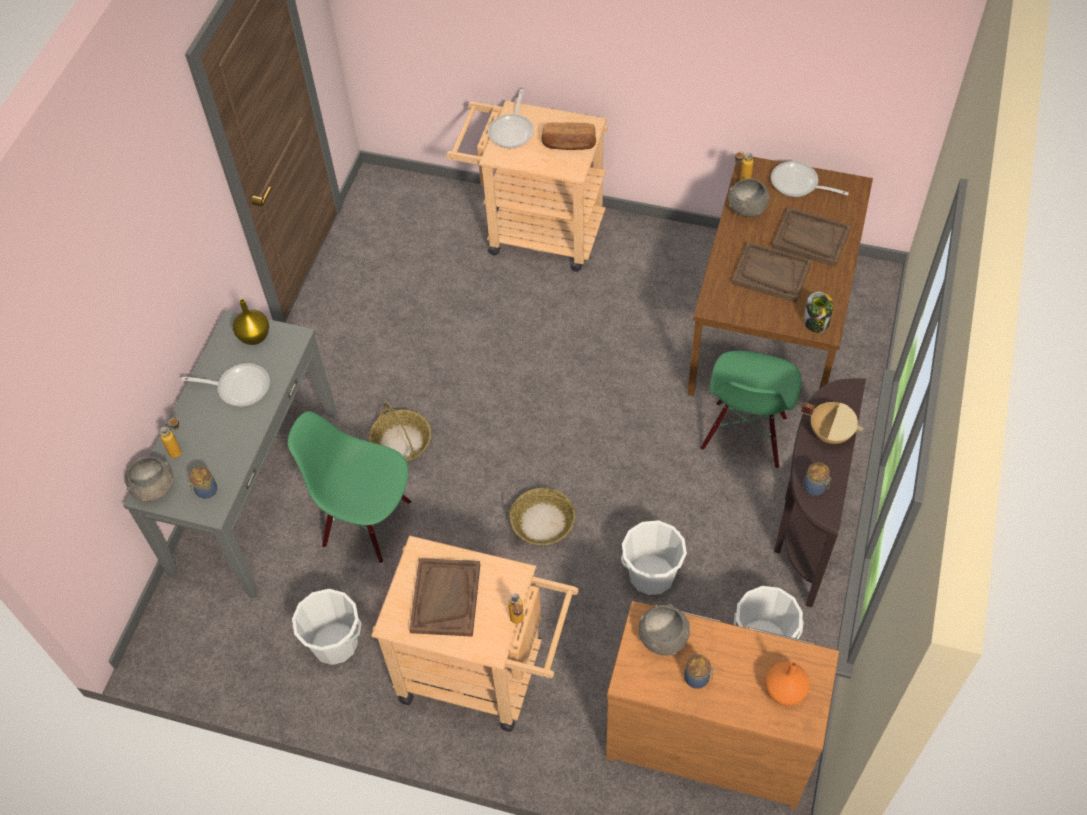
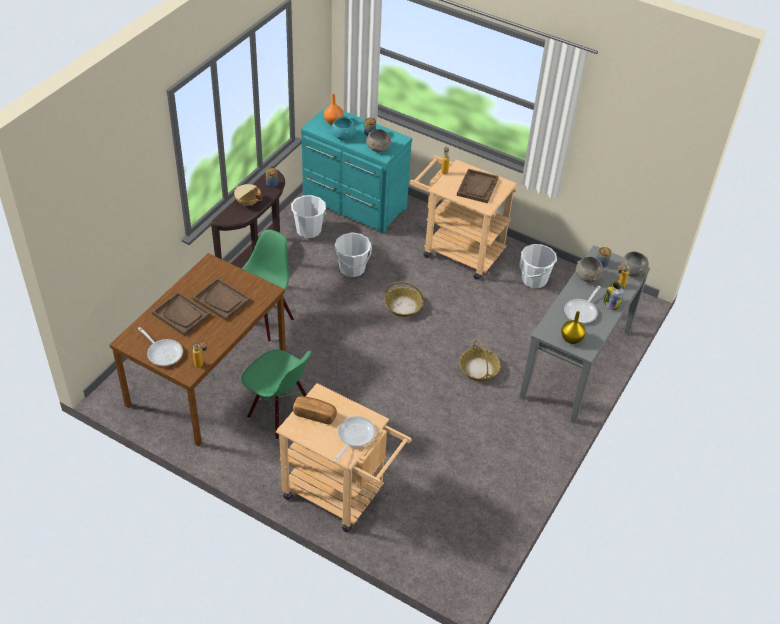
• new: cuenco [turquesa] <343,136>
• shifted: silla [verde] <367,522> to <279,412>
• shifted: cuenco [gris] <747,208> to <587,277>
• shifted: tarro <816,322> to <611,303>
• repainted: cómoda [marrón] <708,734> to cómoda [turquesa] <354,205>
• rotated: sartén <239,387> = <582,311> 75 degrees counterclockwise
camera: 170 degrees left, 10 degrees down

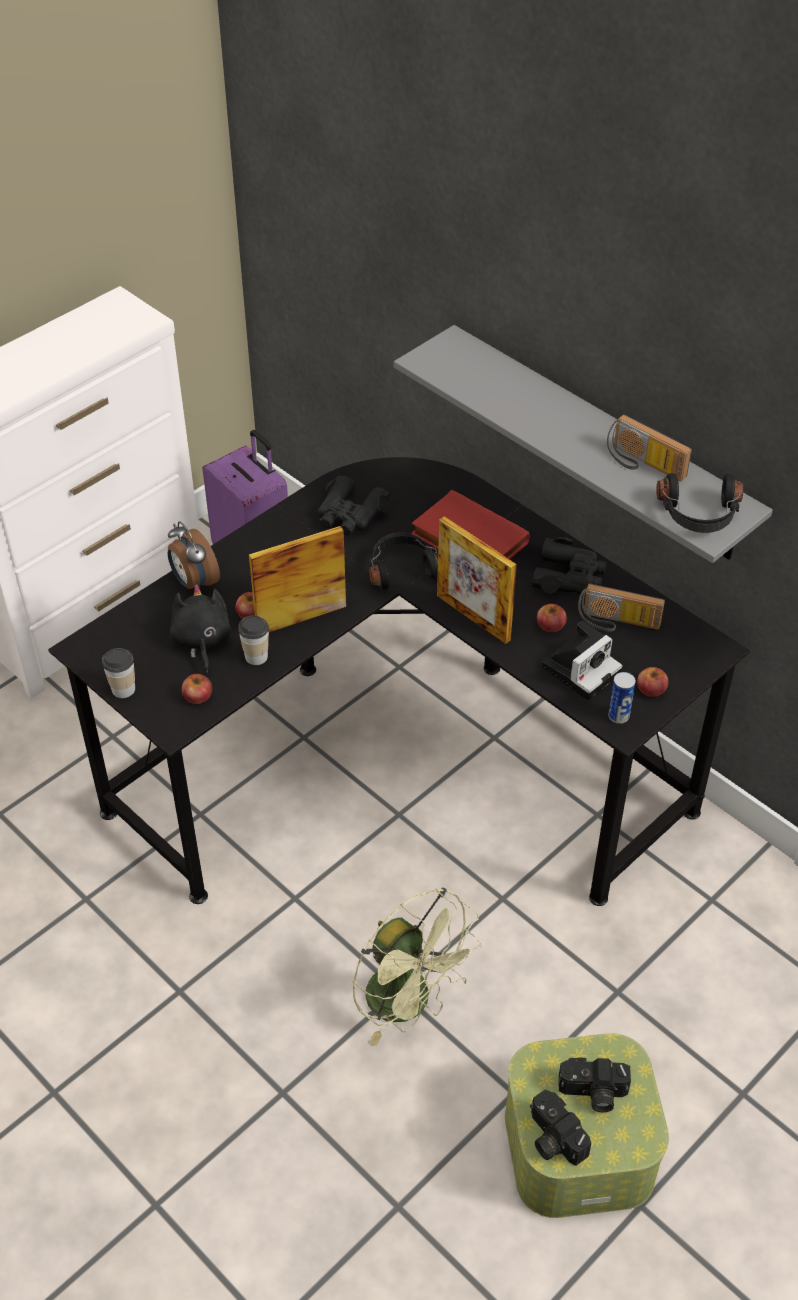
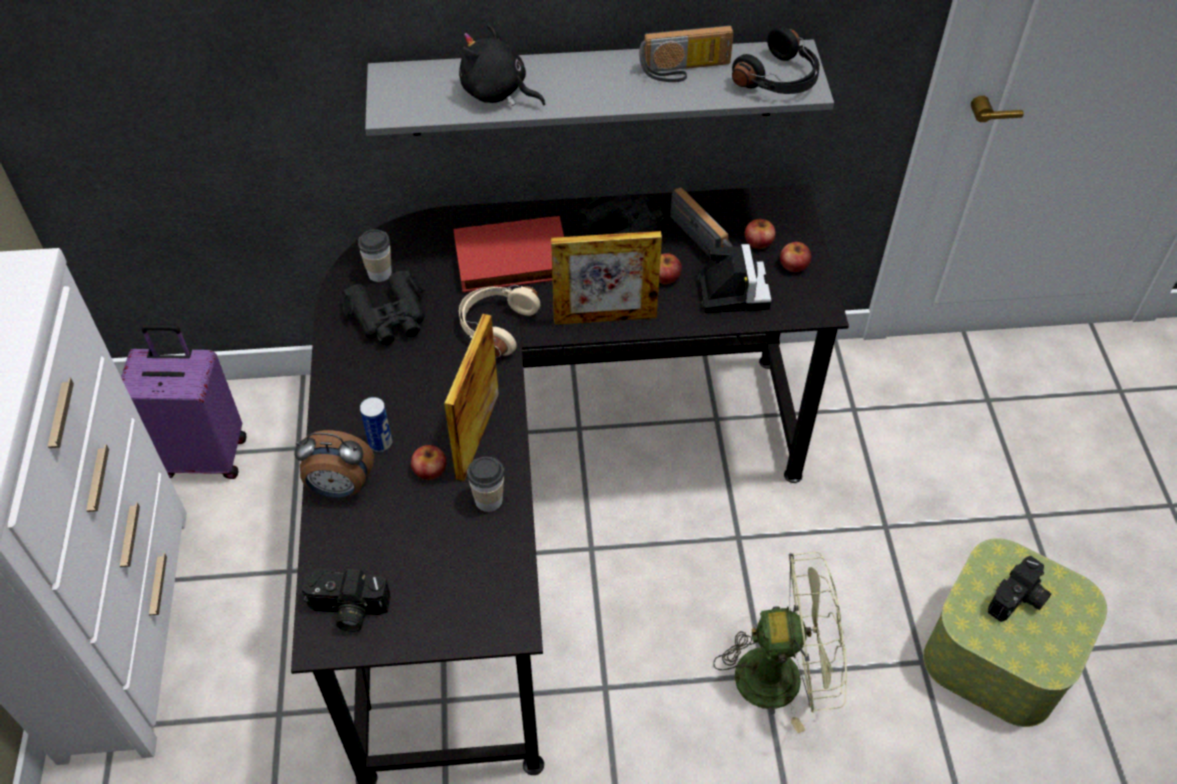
• shifted: taza <123,689> to <379,273>
• shifted: peluche [negro] <202,641> to <497,92>
• shifted: manzana <198,696> to <758,241>
• shifted: cámara <552,1138> to <347,610>
• shifted: lata <618,716> to <380,443>
• repainted: auriculares [negro] <401,568> to auriculares [beis] <495,326>
• rotated: radio <617,623> = <705,236> 90 degrees counterclockwise
camera: 50 degrees left, 5 degrees up

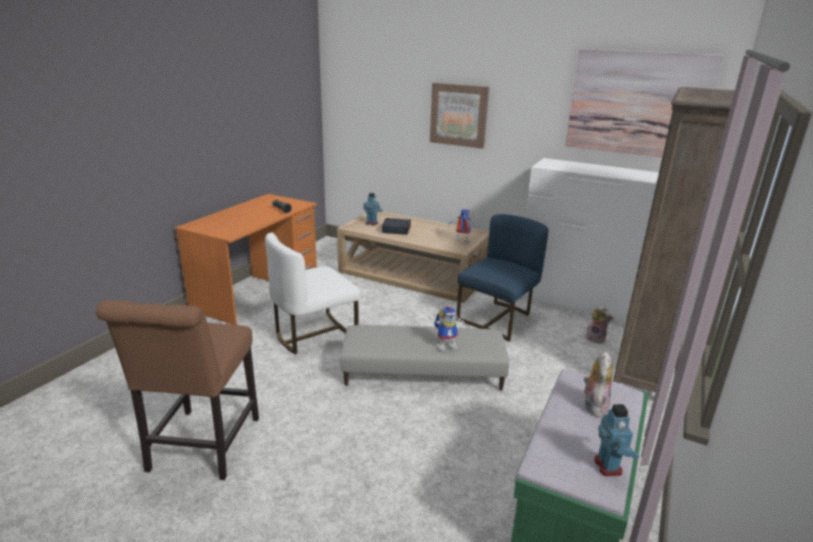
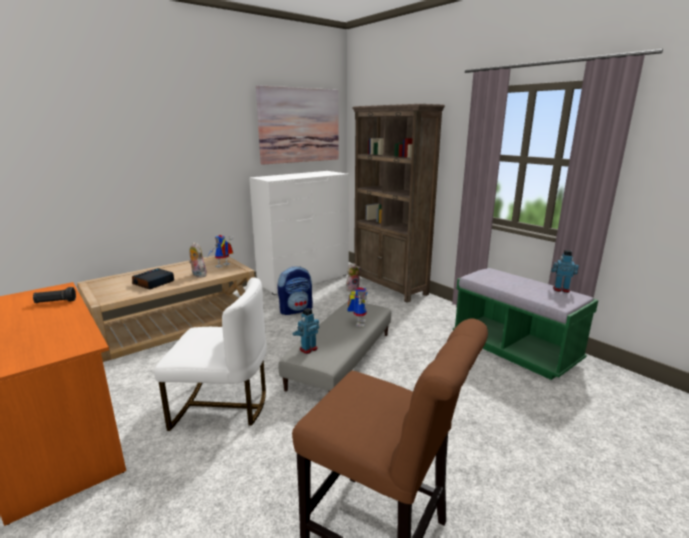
• gone: cuadro <459,115>
• shifted: robot de juguete <372,223> to <308,349>
• shifted: peluche <593,405> to <198,275>
• swapped: silla [azul] <497,319> to mochila <296,310>
• rotated: silla [blanco] <314,334> = <222,406> 75 degrees counterclockwise
camera: 65 degrees left, 5 degrees down

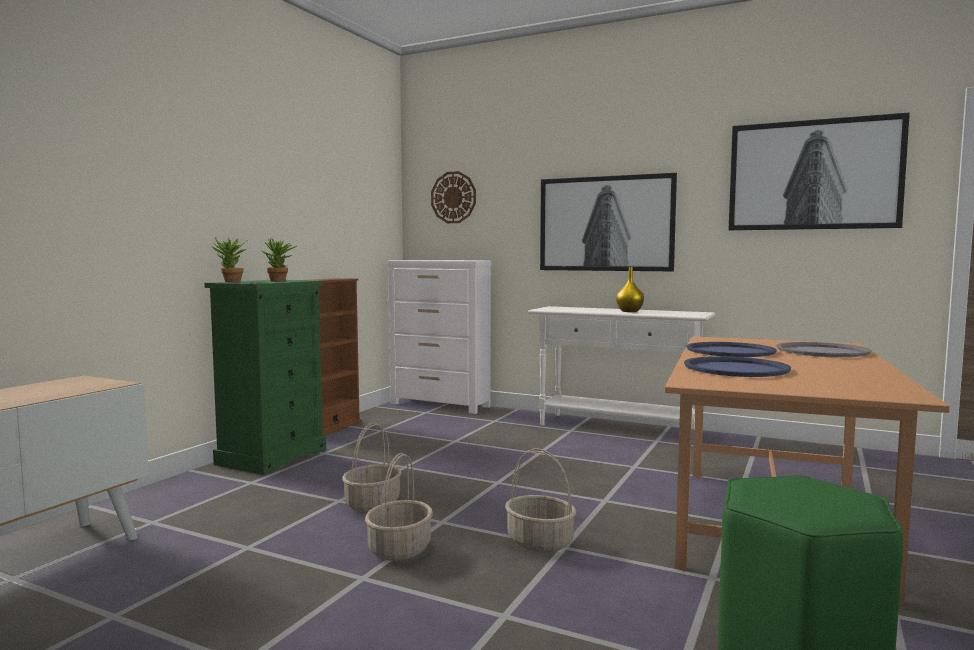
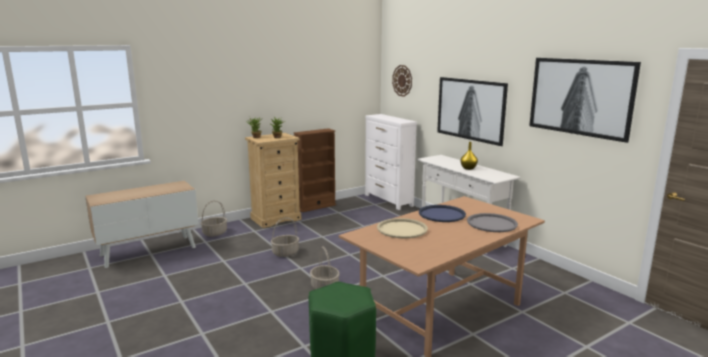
• shifted: cesta <399,549> to <215,233>
• repainted: cómoda [verde] <272,457> to cómoda [beis] <276,219>
• repainted: bandeja [azul] <736,368> to bandeja [beis] <402,229>
camera: 30 degrees right, 10 degrees up

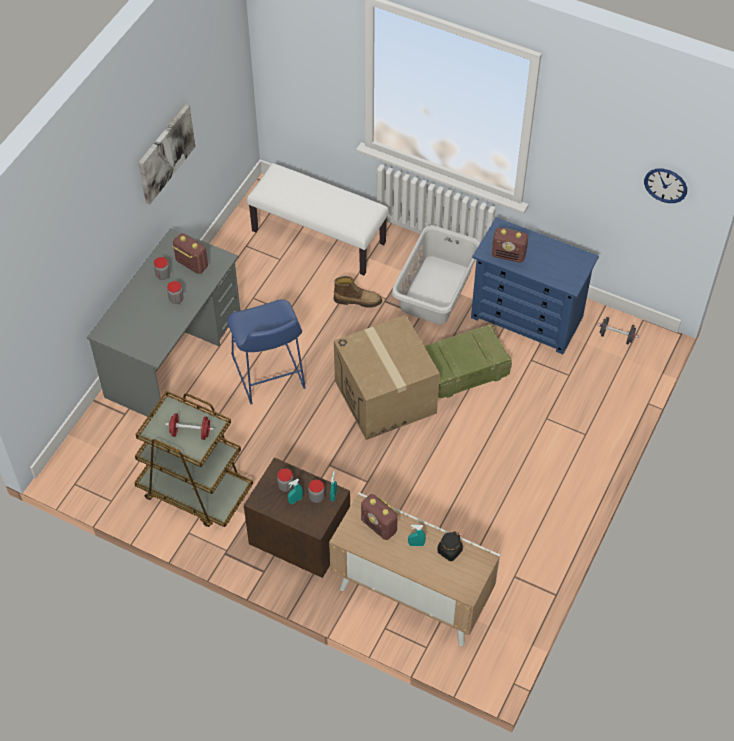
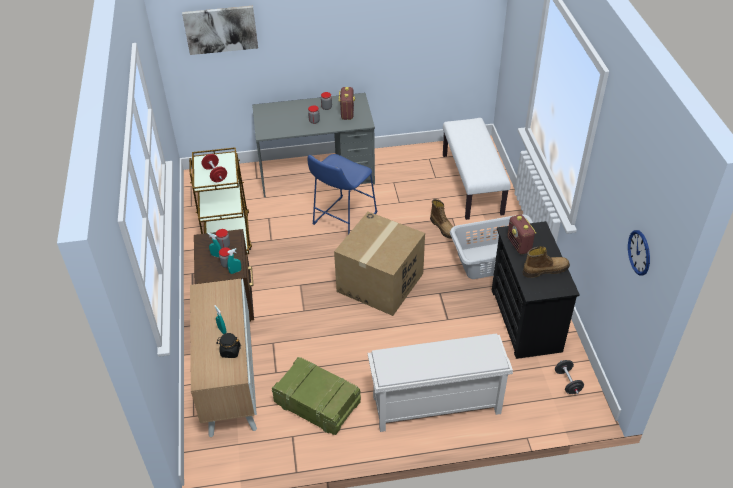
• gone: radio <379,526>
• new: zapatero [blanco] <435,406>
• new: bota <545,270>
• shifted: cuadro <165,153> to <221,29>
• shifted: caja de embalaje <465,370> to <318,404>
• repainted: cómoda [azul] <527,317> to cómoda [negro] <525,320>
camera: 55 degrees right, 10 degrees down

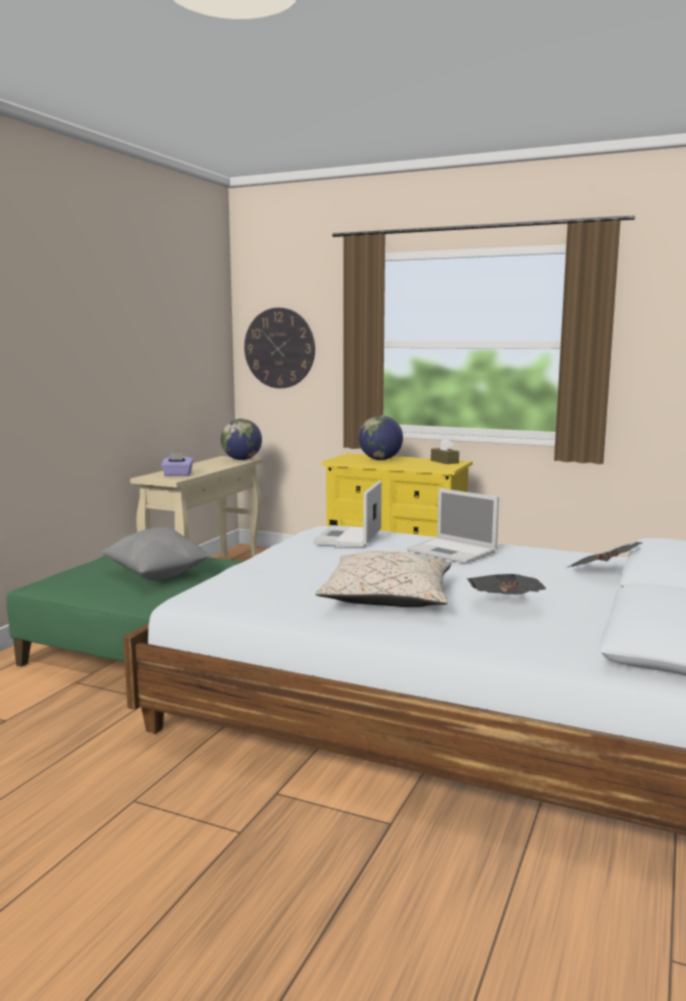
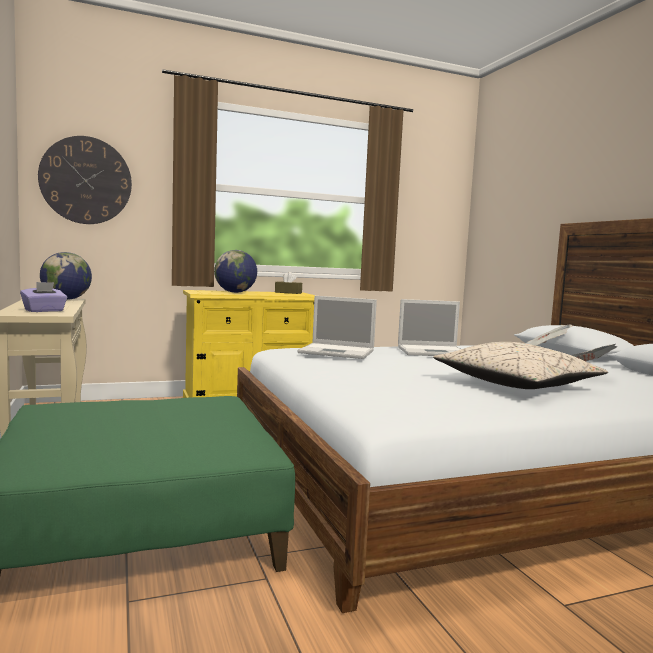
• gone: cojín [gris] <156,575>
• rotated: portátil <348,538> = <338,352> 45 degrees counterclockwise
camera: 45 degrees left, 5 degrees down

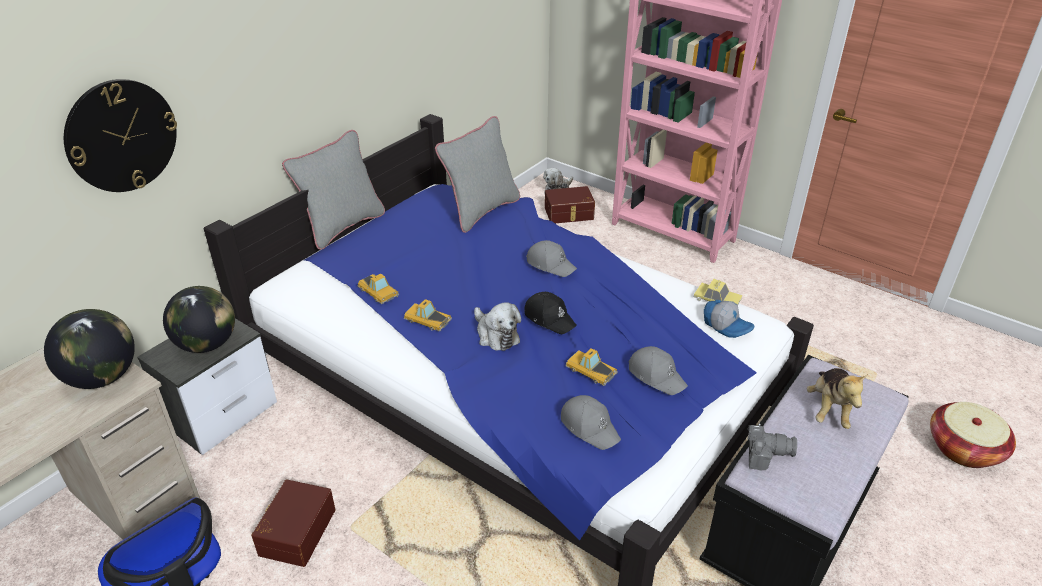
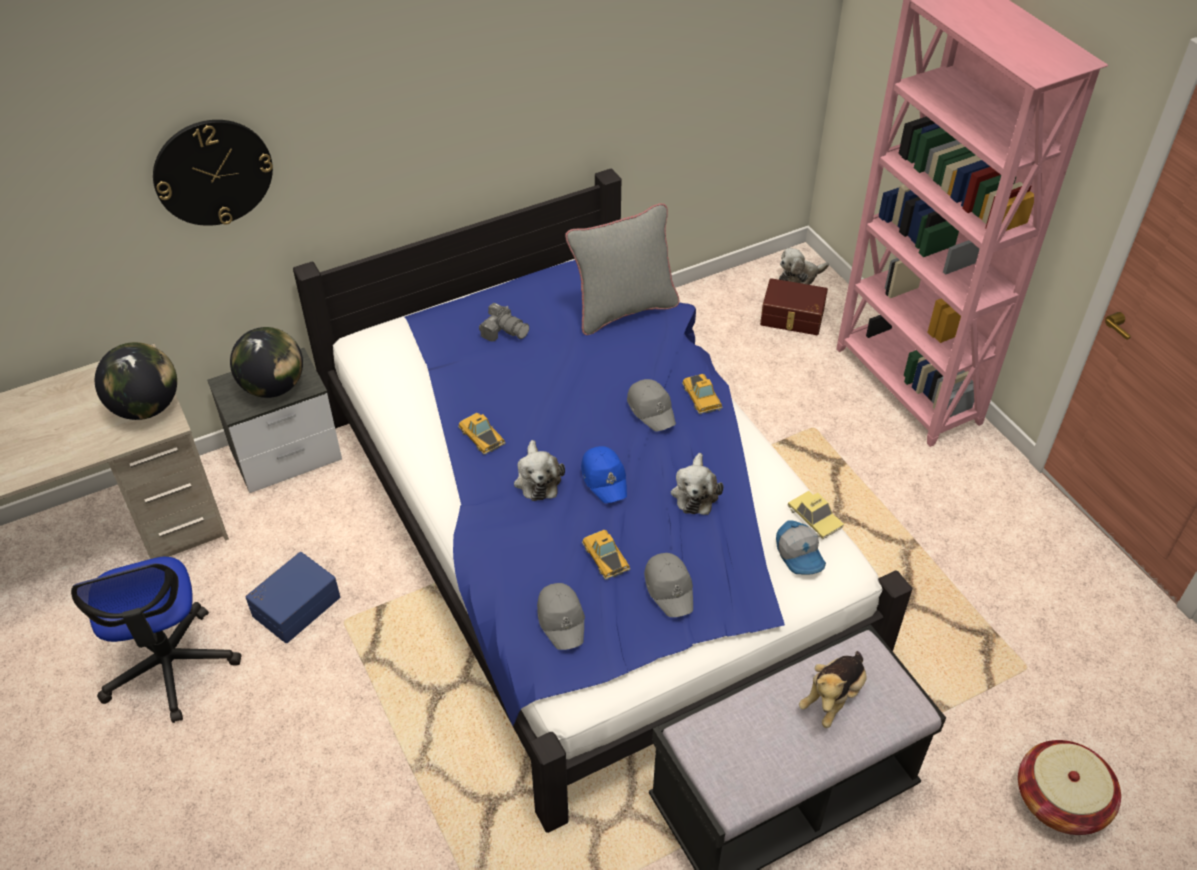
• gone: cojín [gris] <342,226>
• new: peluche <695,492>
• shifted: coche de juguete <378,292> to <702,397>
• shifted: cámara <765,453> to <504,331>
• repainted: caja de almacenaje [marrón] <295,531> to caja de almacenaje [azul] <295,605>
• repainted: gorra [negro] <549,318> to gorra [azul] <605,478>
camera: 25 degrees right, 10 degrees up

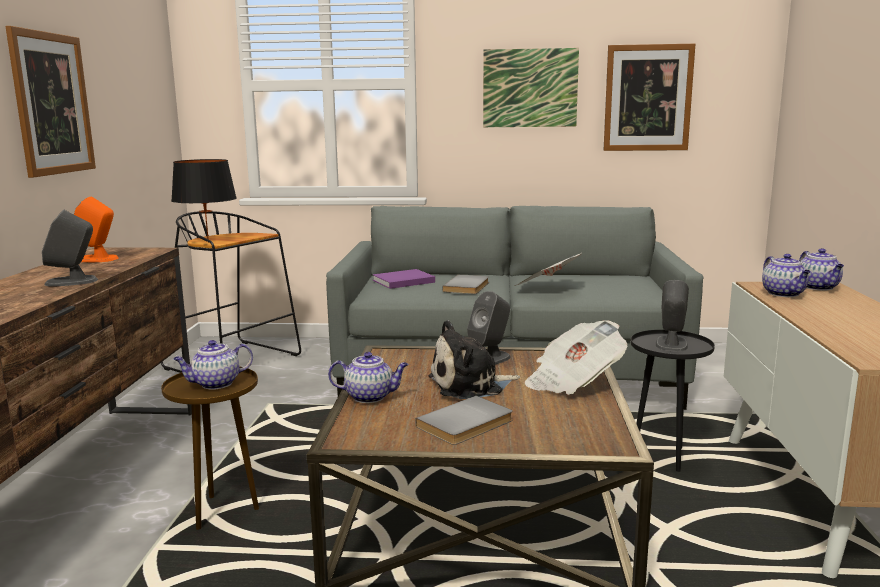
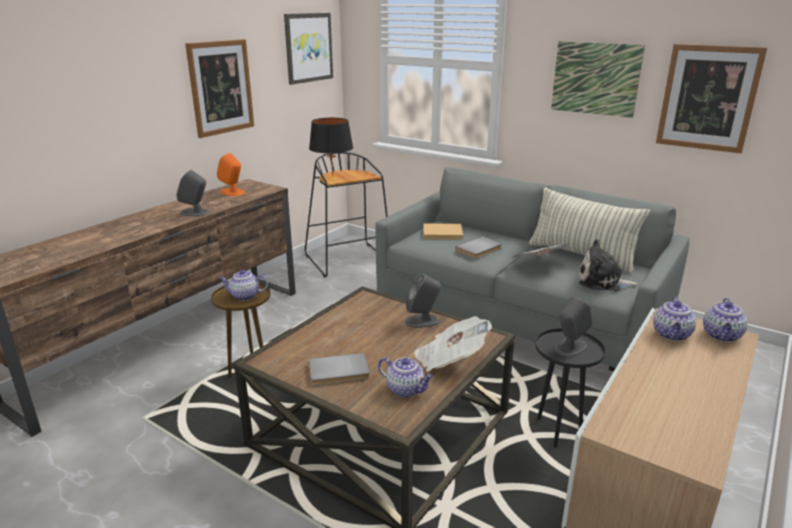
• new: cuadro <308,47>
• new: cojín <581,255>
• shifted: tetera <370,396> to <406,390>
• shifted: peluche <470,385> to <602,282>
• repainted: libro [morado] <402,281> to libro [beis] <441,233>
camera: 30 degrees right, 10 degrees up

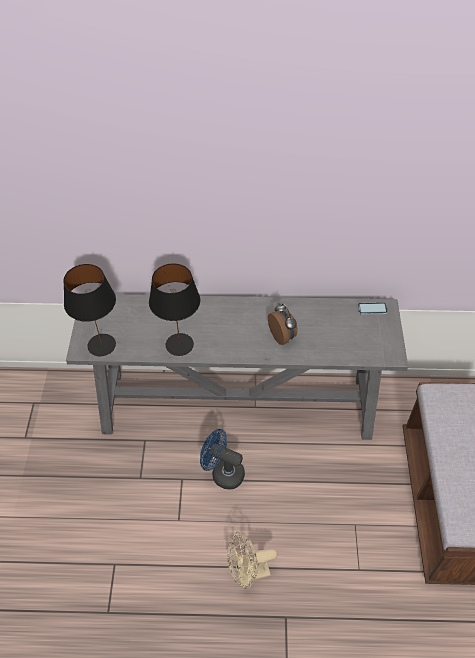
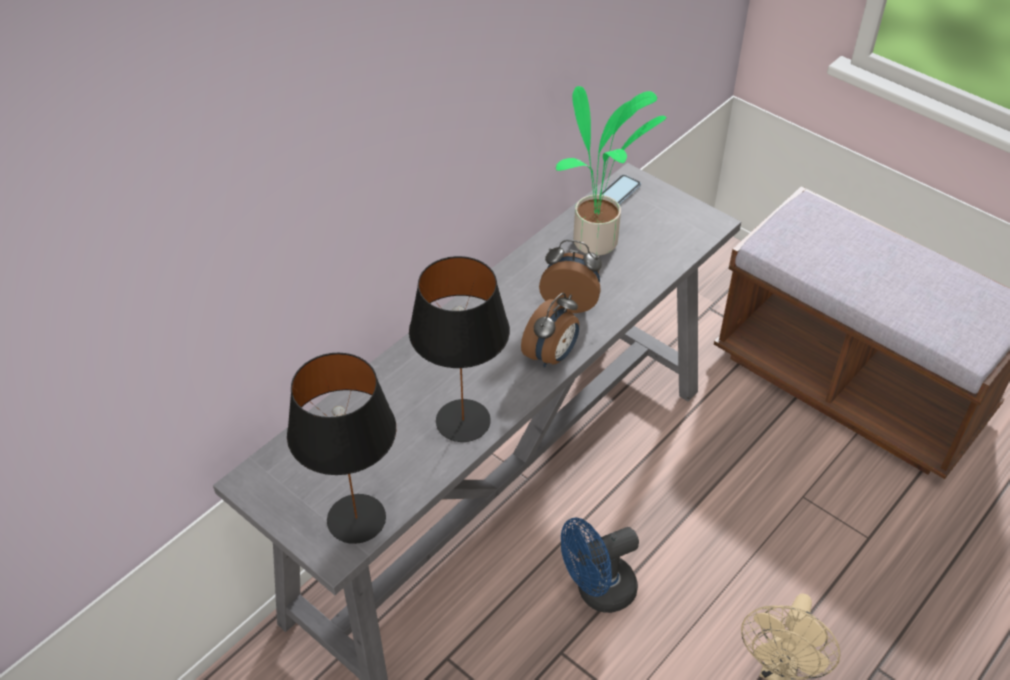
• new: despertador <552,356>
• new: planta en maceta <598,243>
camera: 50 degrees left, 5 degrees down

